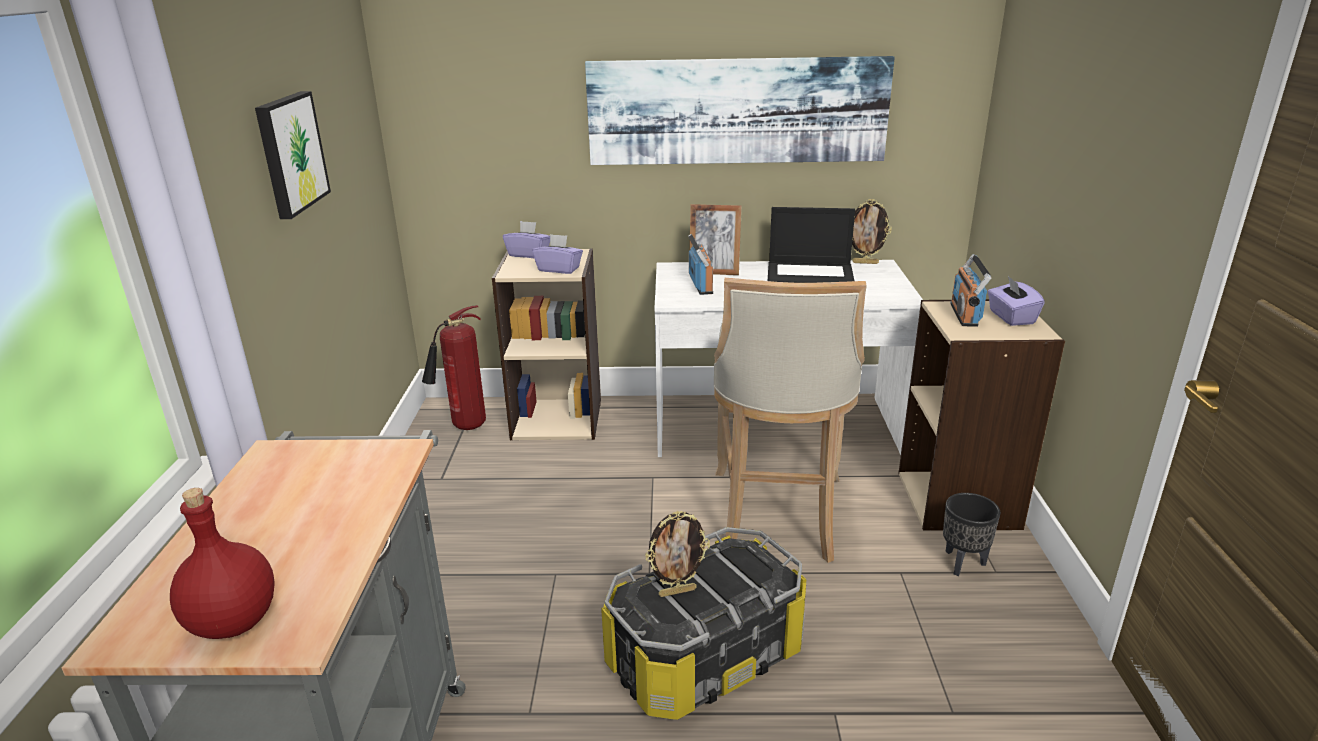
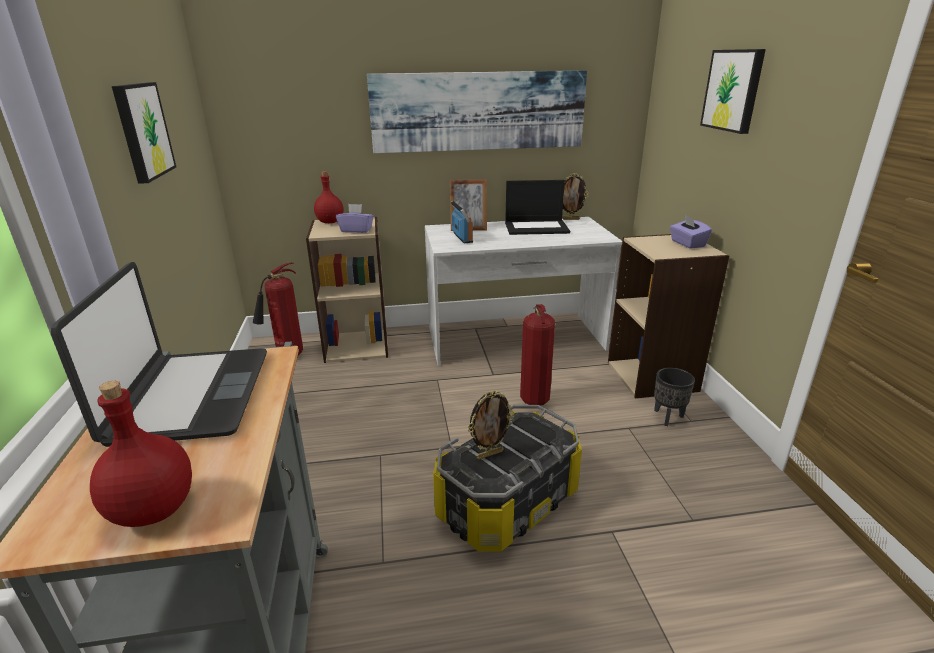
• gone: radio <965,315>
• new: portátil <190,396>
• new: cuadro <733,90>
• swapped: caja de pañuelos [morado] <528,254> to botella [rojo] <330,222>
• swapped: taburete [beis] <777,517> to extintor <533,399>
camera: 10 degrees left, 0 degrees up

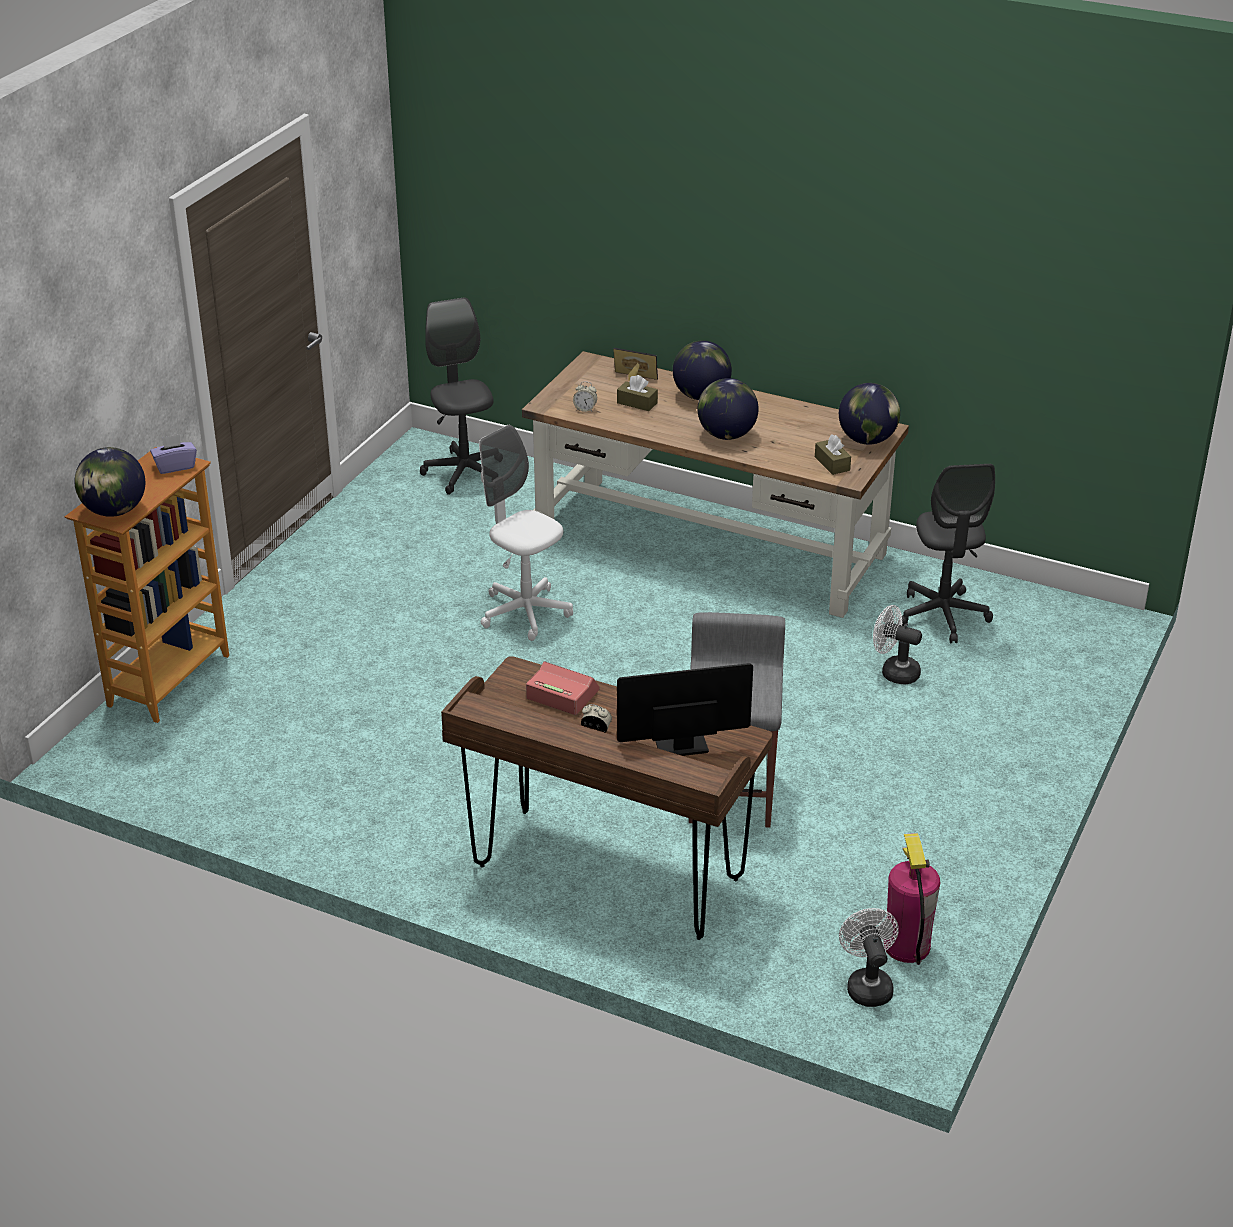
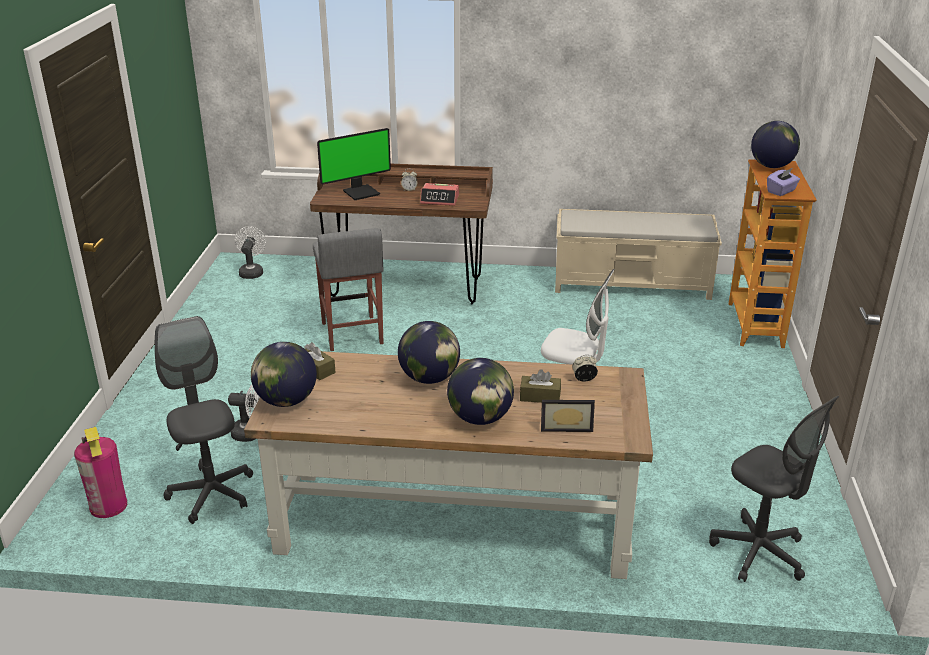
• new: banco [beis] <632,284>
• shifted: extintor <906,946> to <108,506>
• rotated: ventilador [blanco] <867,985> = <252,272> 150 degrees counterclockwise
camera: 160 degrees right, 5 degrees down

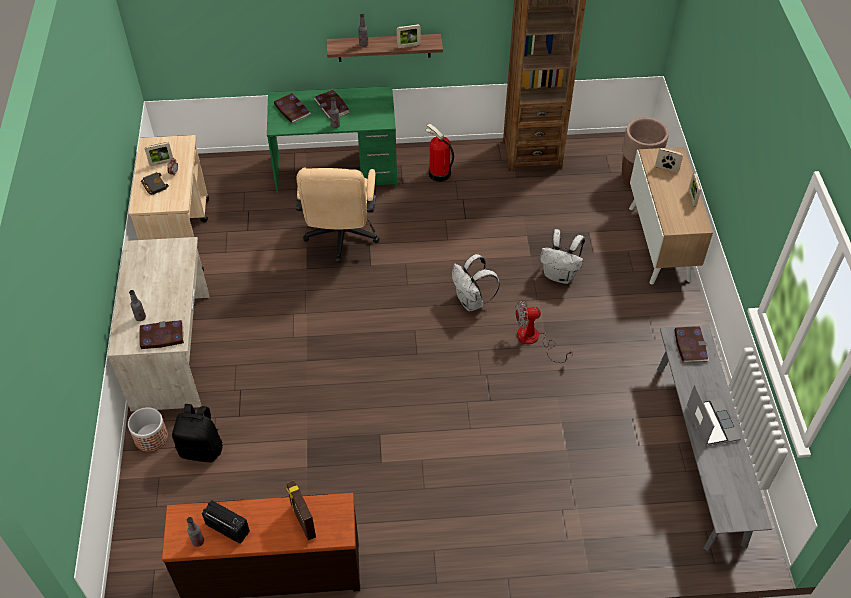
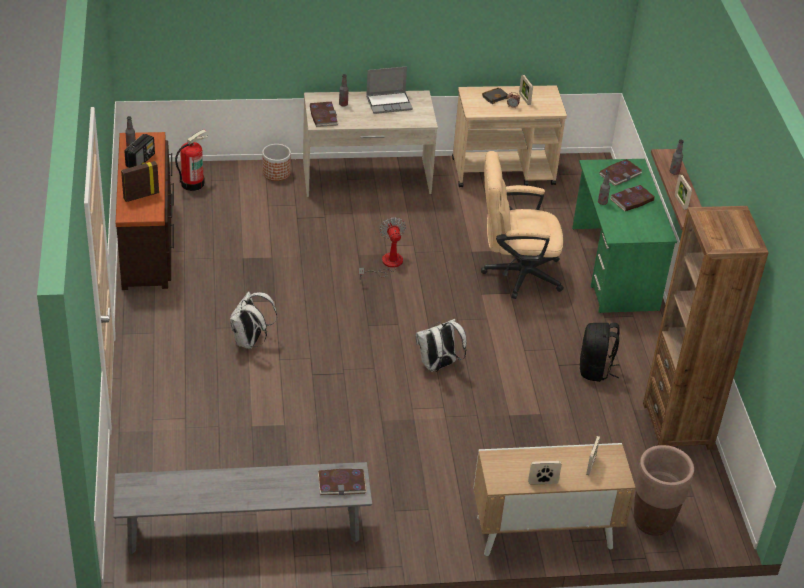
• shifted: mochila [negro] <202,449> to <595,370>
• shifted: extintor <439,174> to <192,183>
• shifted: ventilador <534,340> to <386,264>
• shifted: mochila [blanco] <560,275> to <250,342>
• shifted: portátil <710,423> to <389,103>
camera: 85 degrees right, 10 degrees down

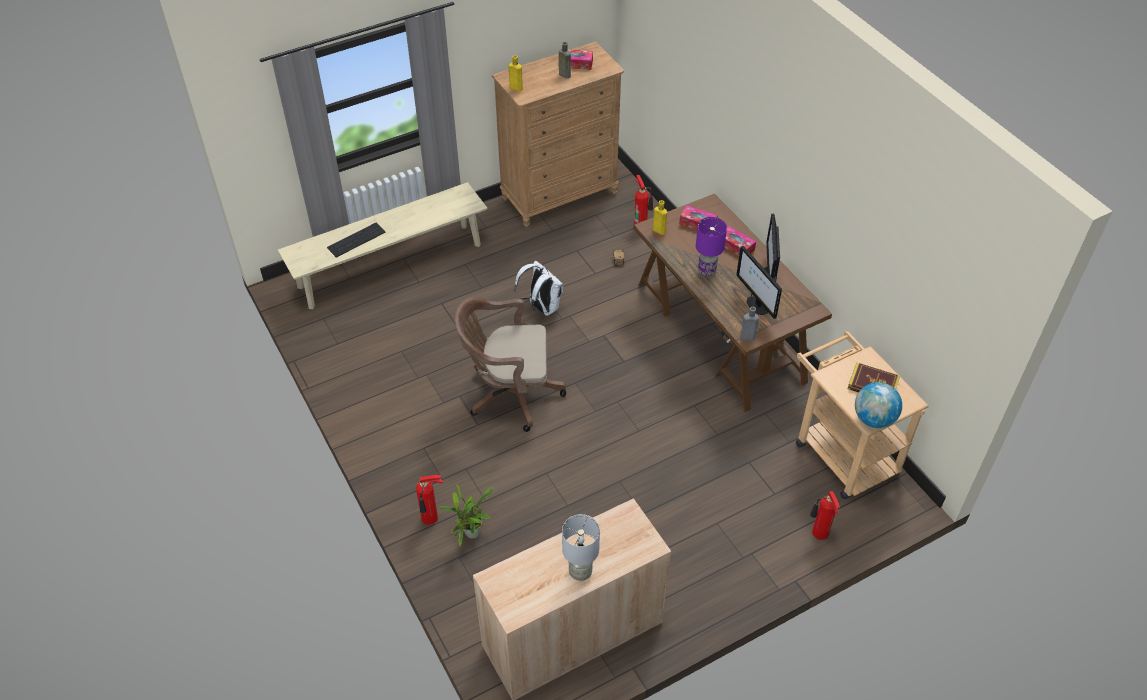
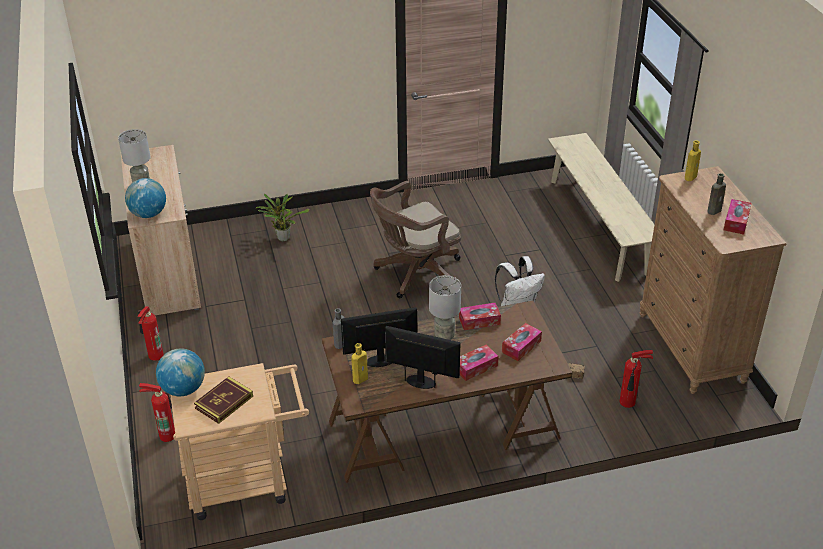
• gone: teclado <356,239>
• new: globo terráqueo <148,214>
• new: caja de pañuelos <479,321>
• shifted: extintor <431,519> to <154,356>
• shifted: botella [amarillo] <658,230> to <361,378>
• repainted: lámpara de mesa [morado] <706,271> to lámpara de mesa [gris] <444,336>
• rotated: silla de oficina [marrón] <509,394> = <415,274> 135 degrees counterclockwise
camera: 105 degrees right, 10 degrees down

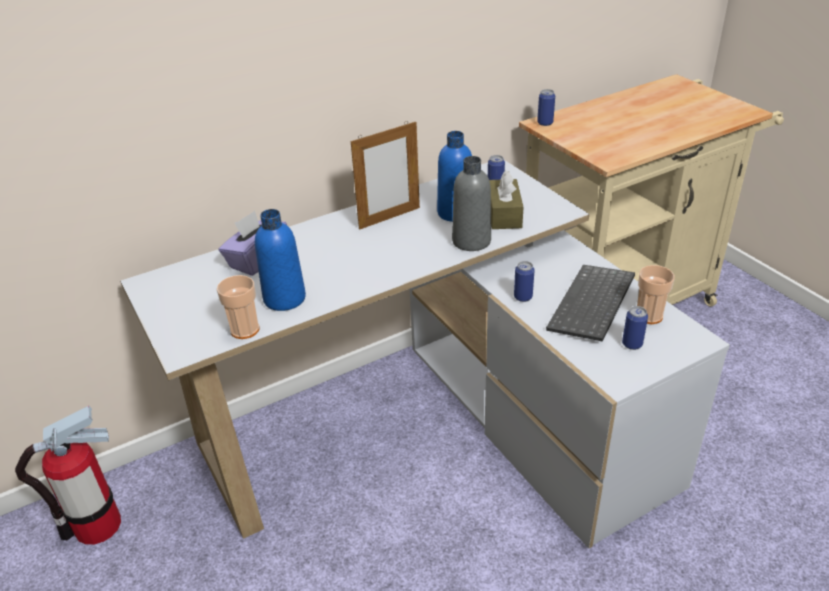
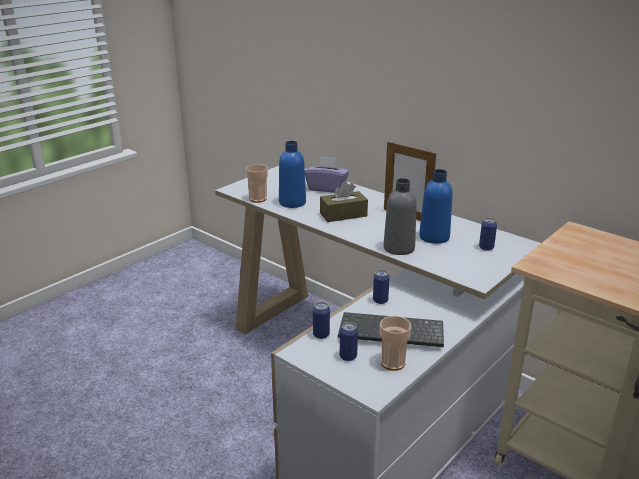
• gone: extintor <97,526>
• shifted: caja de pañuelos [marrón] <504,214> to <343,215>
• shifted: lata <545,123> to <321,335>
camera: 70 degrees right, 10 degrees down

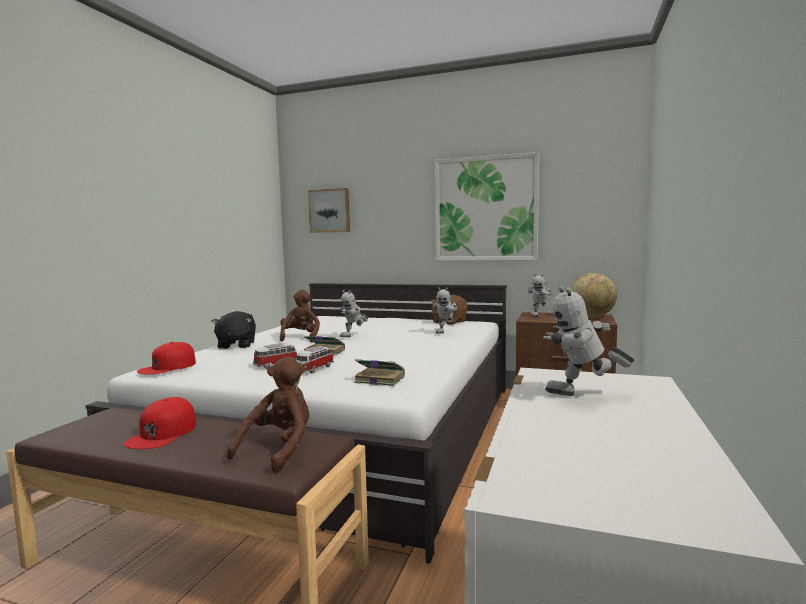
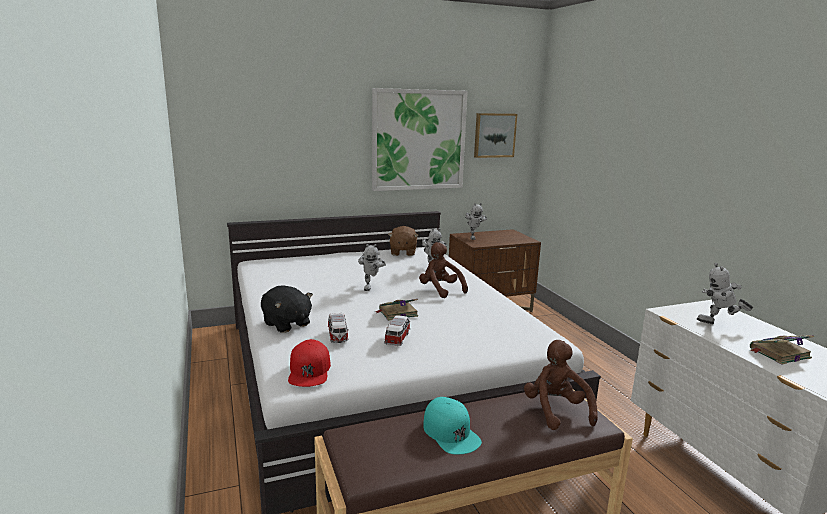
• gone: globo terráqueo <592,317>
• shifted: peluche [marrón] <300,338> to <440,290>
• shifted: coche de juguete <314,369> to <338,336>
• shifted: cuadro <330,211> to <494,135>
• shifted: libro <378,379> to <778,353>
• repainted: gorra [rojo] <163,433> to gorra [turquesa] <451,432>
• rotated: robot de juguete <583,396> = <719,325> 45 degrees clockwise
camera: 40 degrees left, 10 degrees up

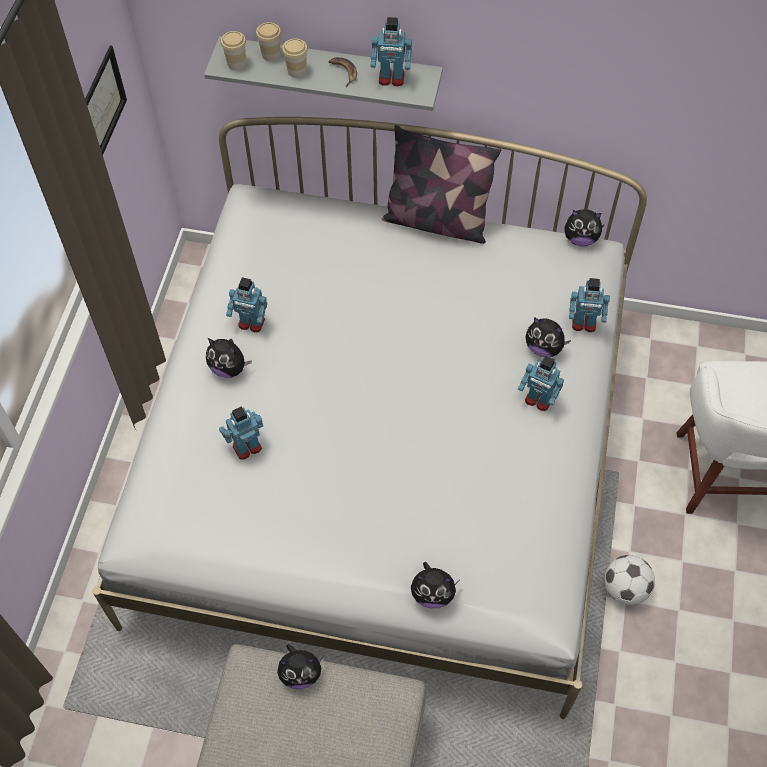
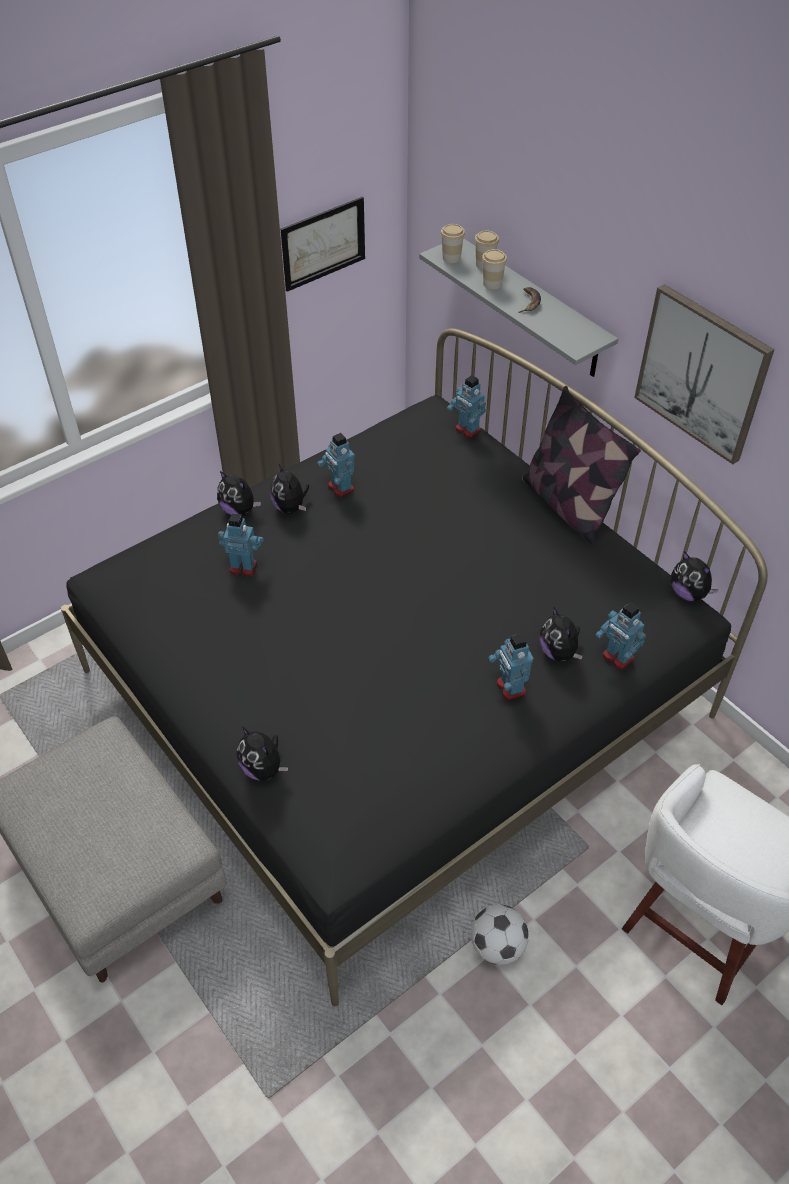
• new: cuadro <702,373>
• shifted: peluche <300,673> to <239,510>
• shifted: robot de juguete <391,78> to <467,430>
• repainted: cama [blanco] <384,459> to cama [negro] <395,693>
camera: 40 degrees right, 10 degrees down

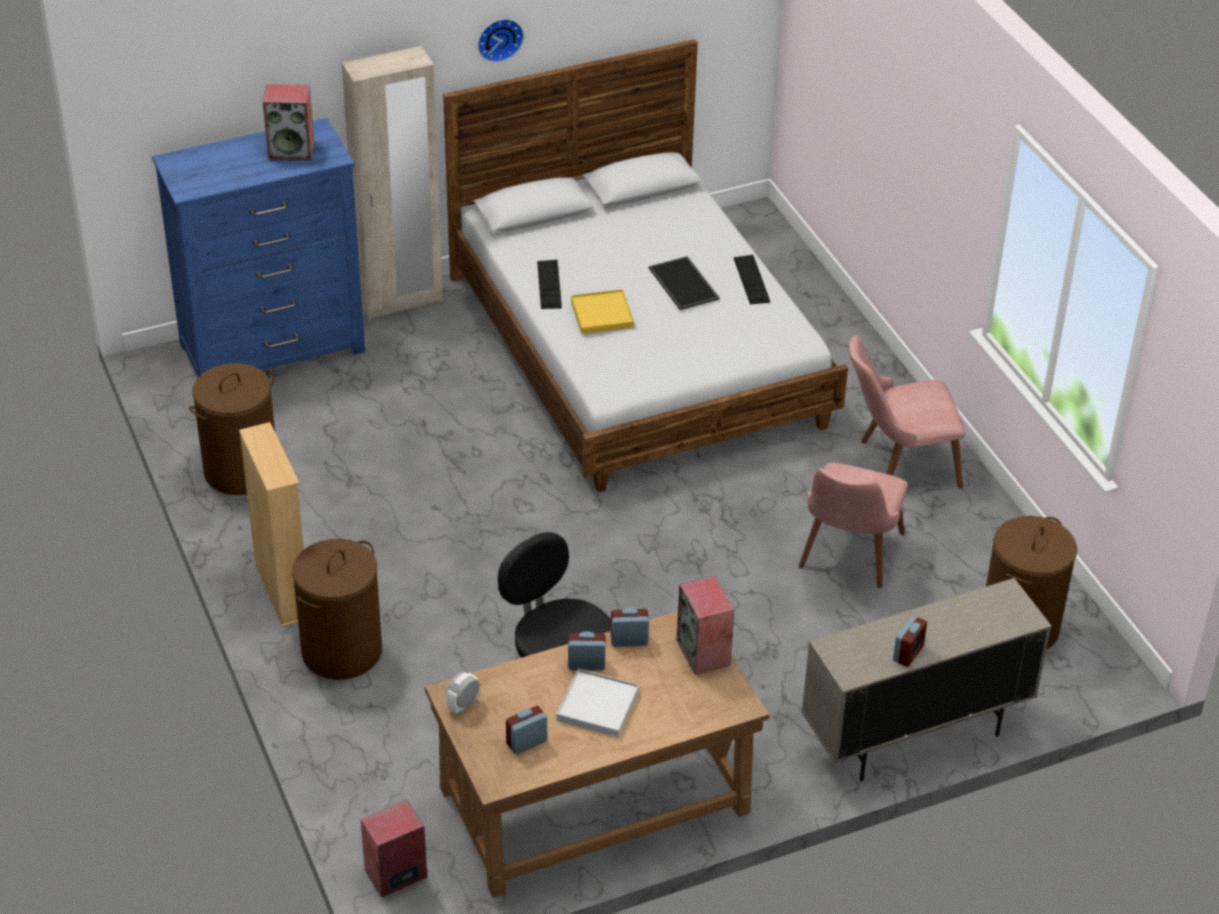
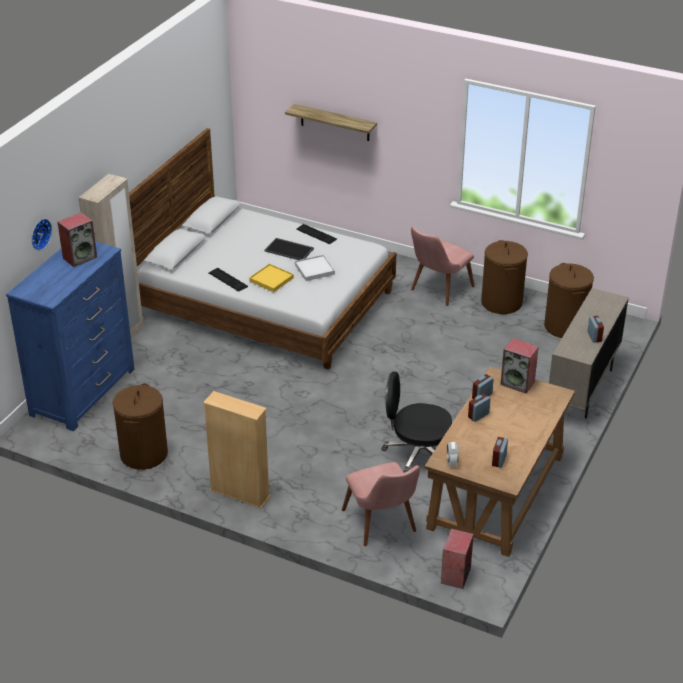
• new: estante <335,123>
• shifted: cesto de la ropa [marrón] <342,651> to <502,302>
• shifted: reloj de pared <499,38> to <39,234>
• shifted: bandeja [blanco] <598,705> to <314,269>
• shifted: silla [rosa] <847,559> to <383,526>
camera: 40 degrees left, 5 degrees down

